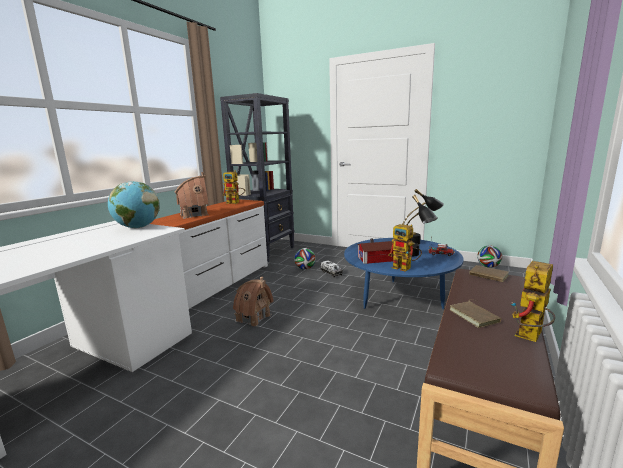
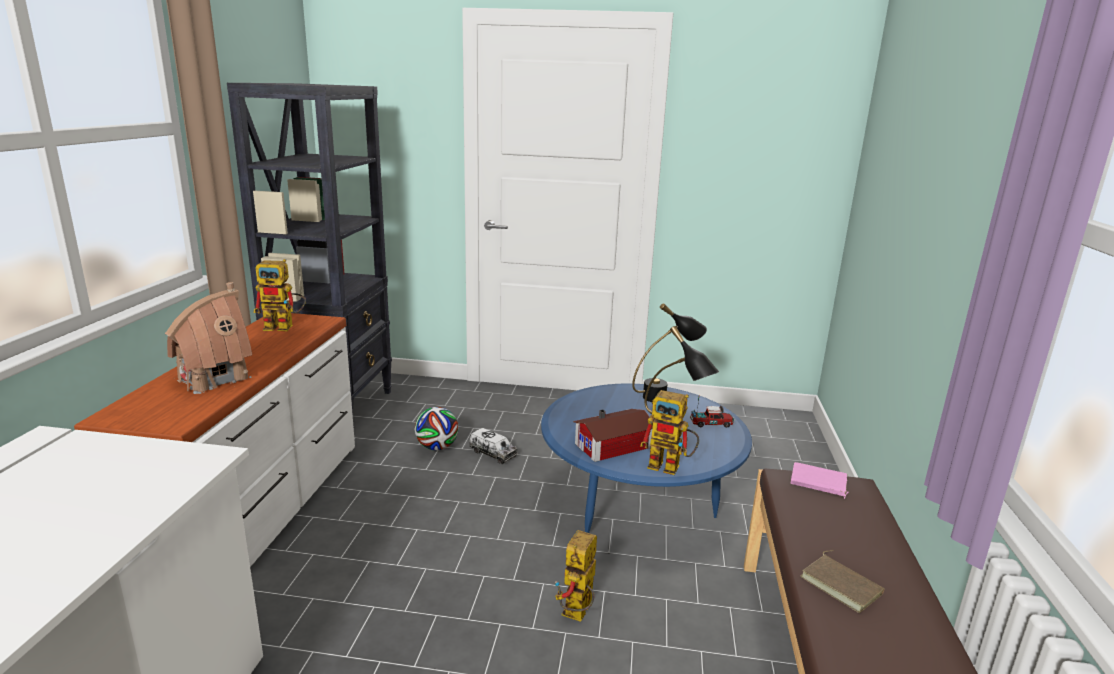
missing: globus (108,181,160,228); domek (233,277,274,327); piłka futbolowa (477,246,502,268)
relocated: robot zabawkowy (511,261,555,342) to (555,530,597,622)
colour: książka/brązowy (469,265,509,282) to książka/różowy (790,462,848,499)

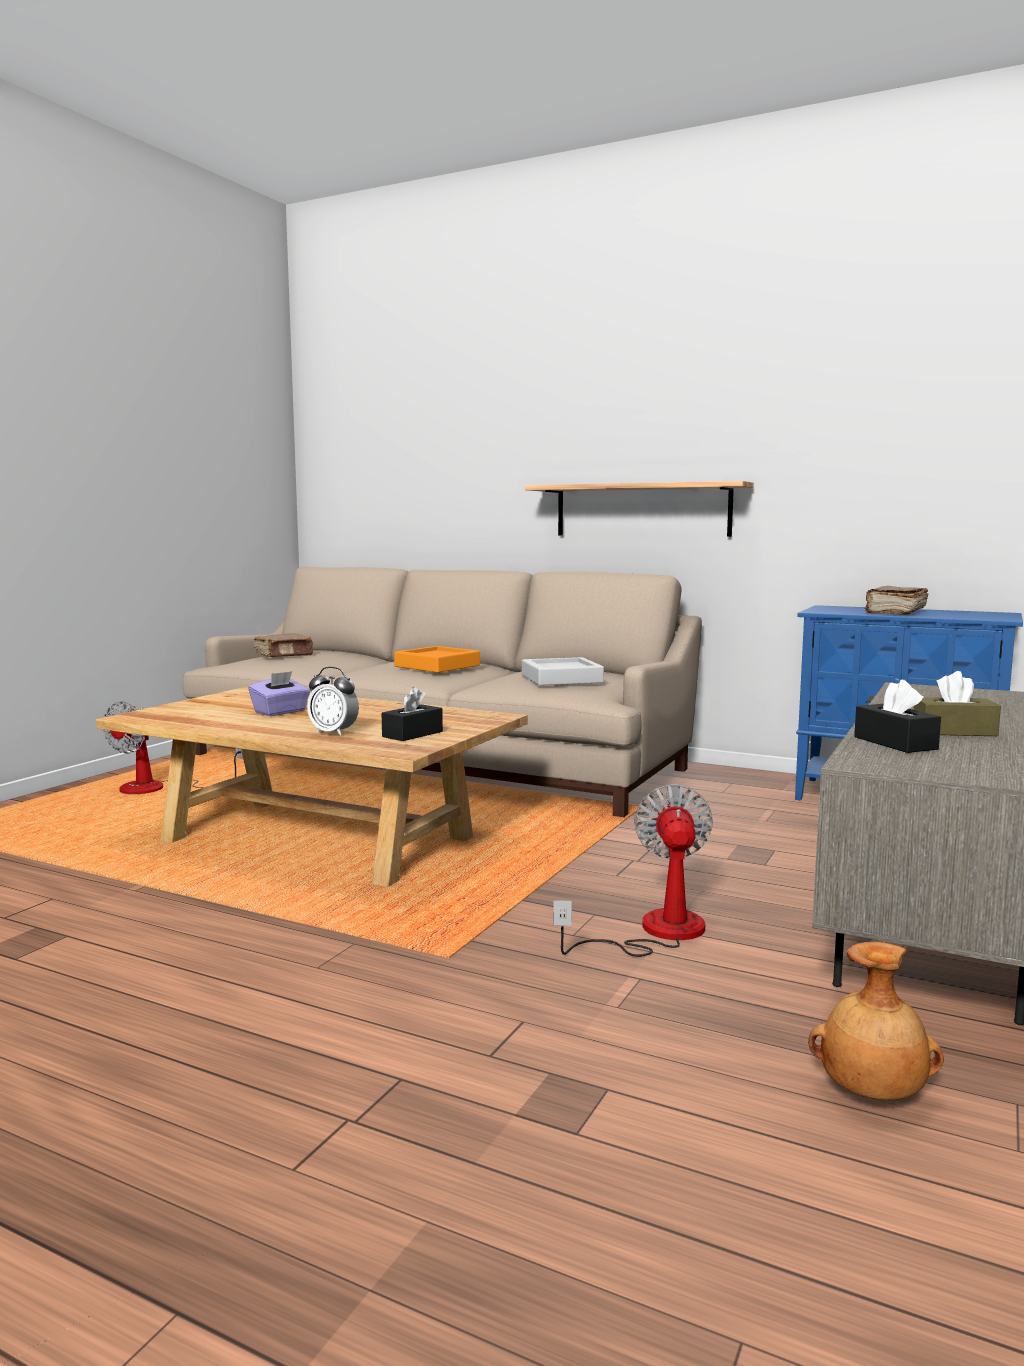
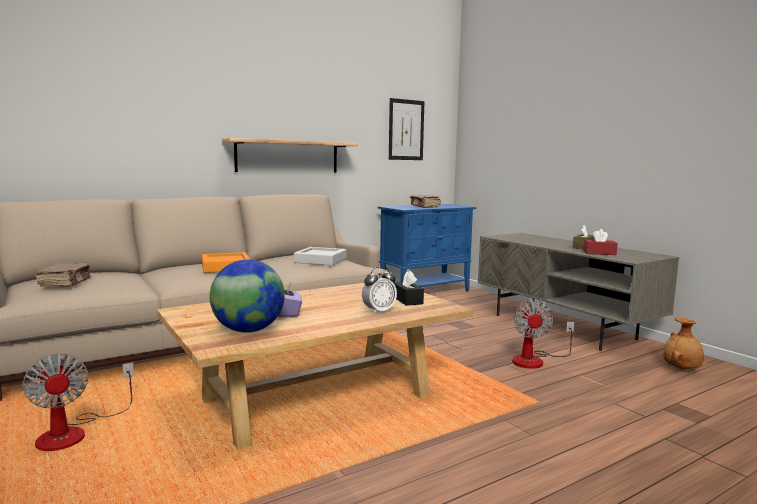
appeared: globus (210,259,285,333); obraz (389,98,424,160)
colour: pudełko chusteczek/czarny (854,680,941,753) to pudełko chusteczek/czerwony (583,229,618,255)
spun: wentylator (553,784,713,957) = (512,300,574,369) 120 degrees counterclockwise

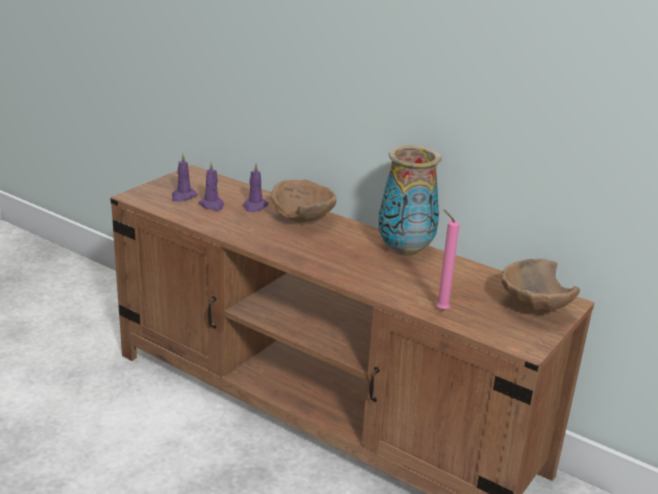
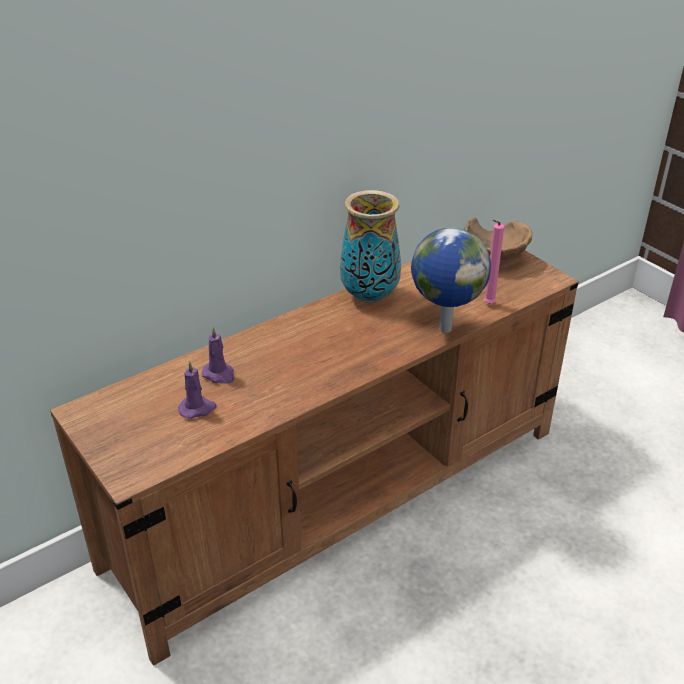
missing: świeca/fioletowy (171,154,197,202); miska/brązowy (271,180,336,223)
appeared: globus (411,227,491,333)

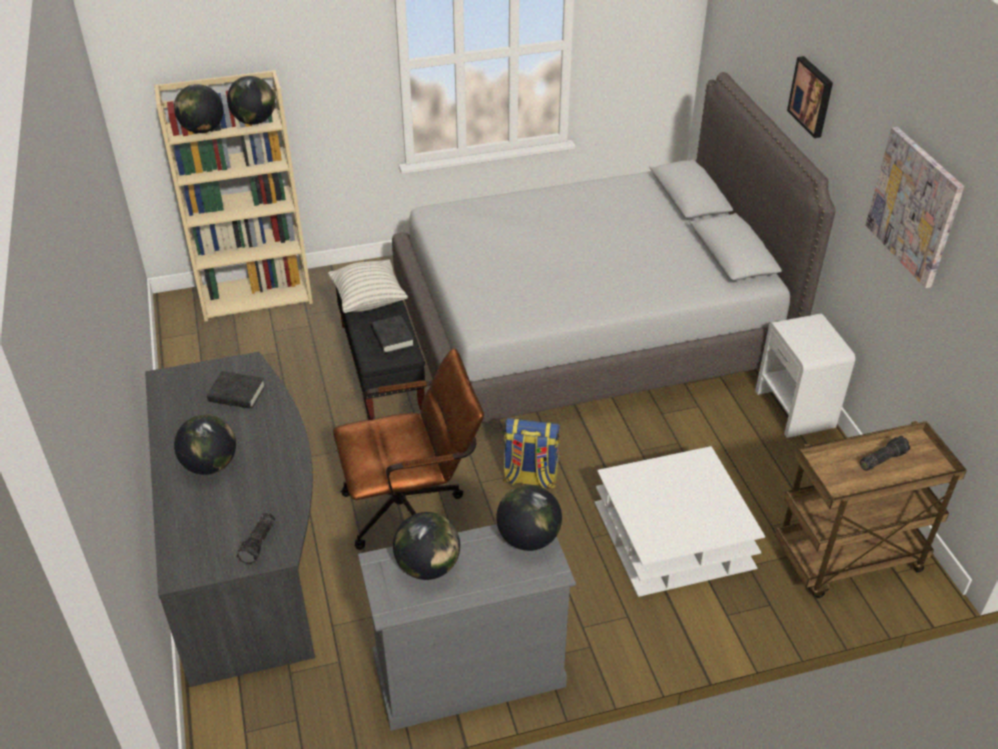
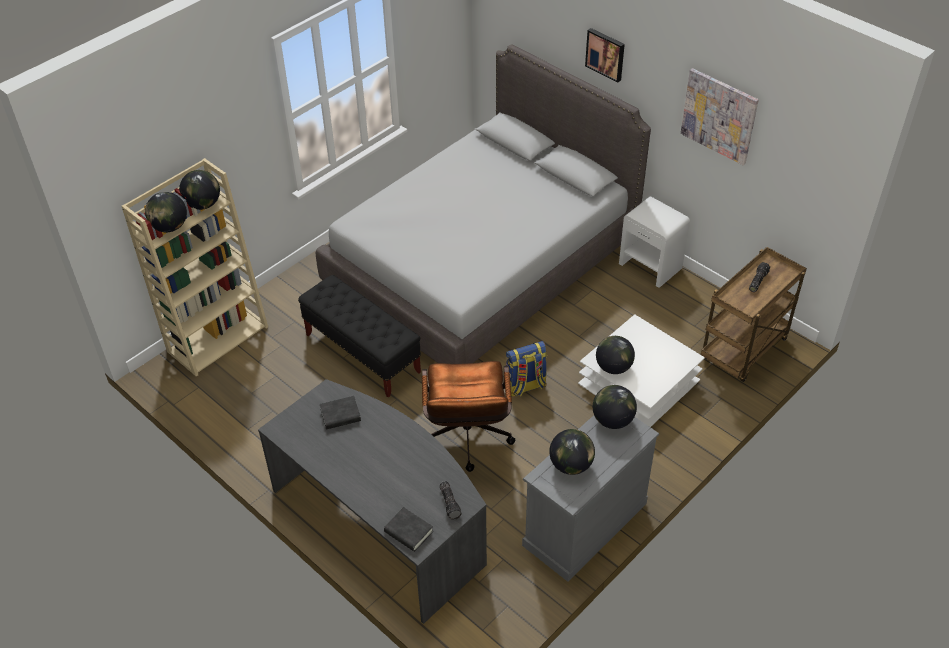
missing: poduszka (328,259,408,313)
relocated: globus (174,415,236,475) to (596,336,635,374); książka/czarny (371,315,414,353) to (384,507,433,552)
spun: krzesło biurowe/brązowy (333,348,484,550) = (422,361,515,472) 135 degrees clockwise

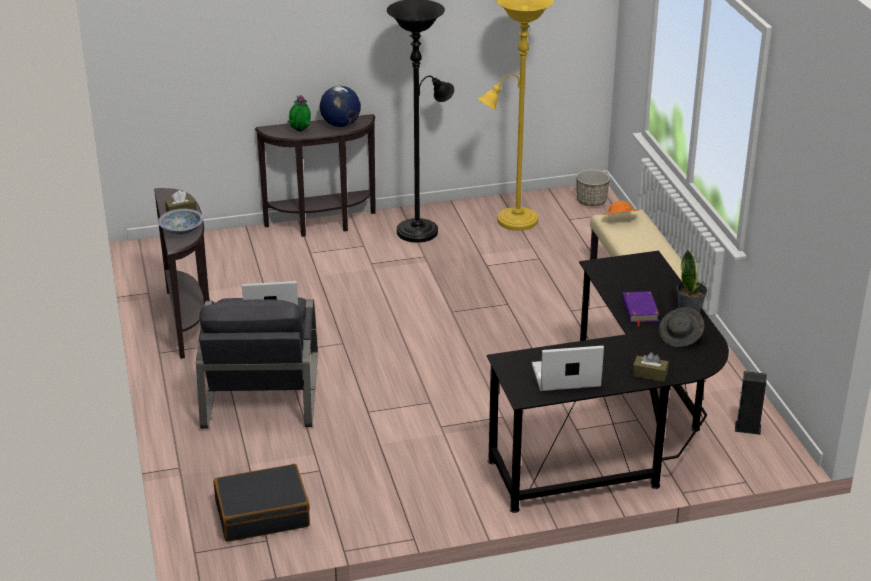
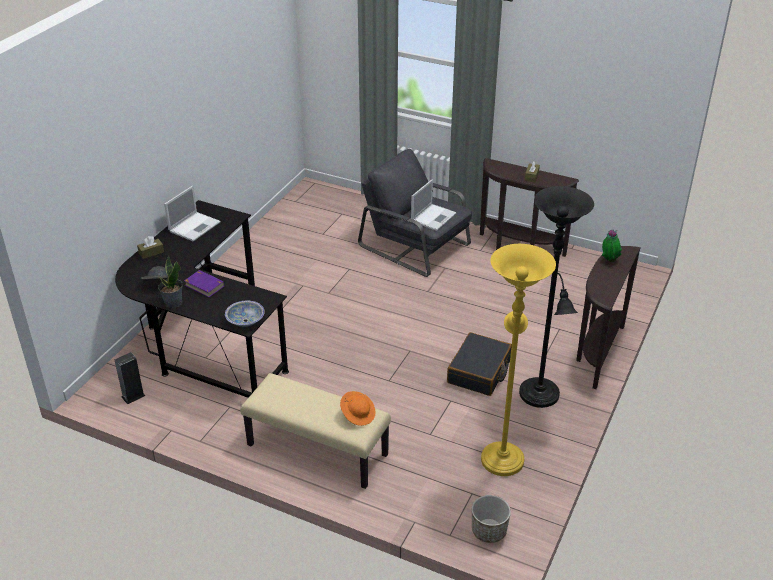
missing: globus (320,86,361,127)
relocated: miska (158,209,203,235) to (225,301,265,327); walizka/czarny (213,464,310,542) to (447,332,512,396)

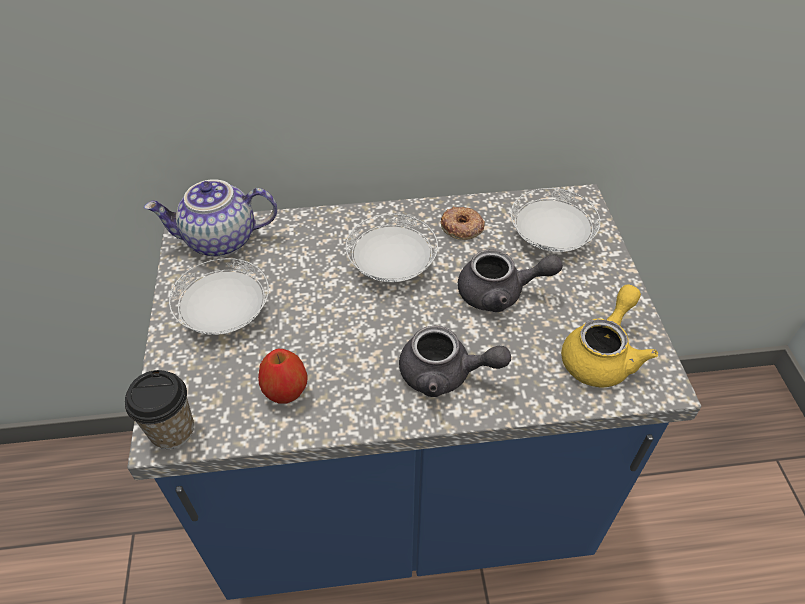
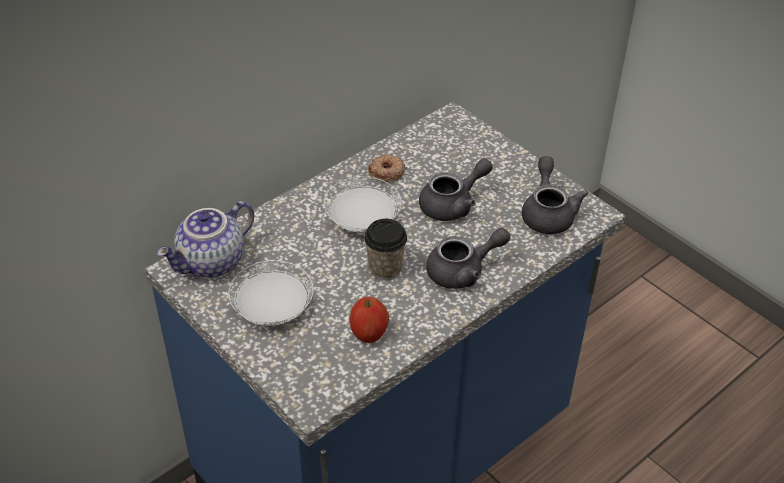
missing: talerz/biały (511,188,600,252)
relocated: filiżanka (125,370,194,449) to (364,219,407,280)
colour: imbryk/żółty (561,284,658,387) to imbryk/szary (522,156,588,234)

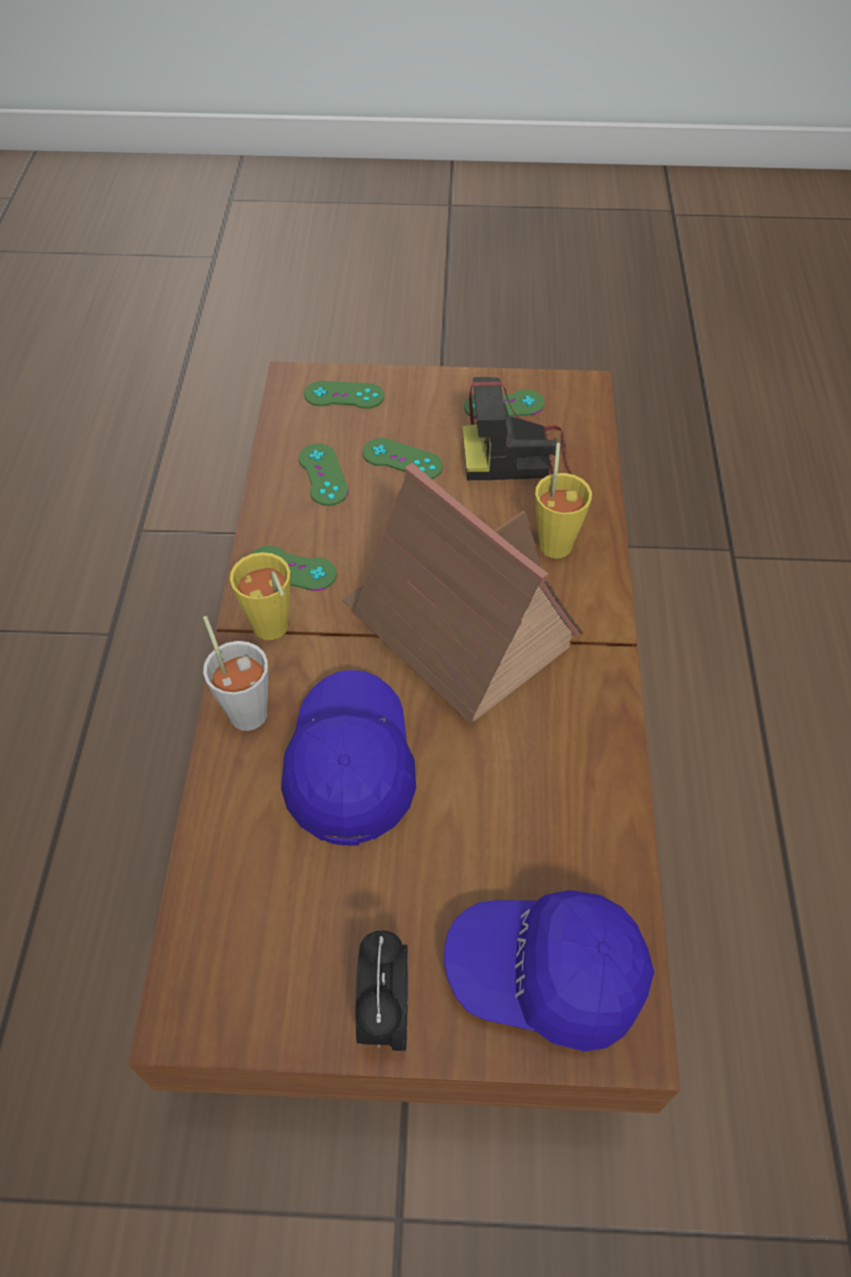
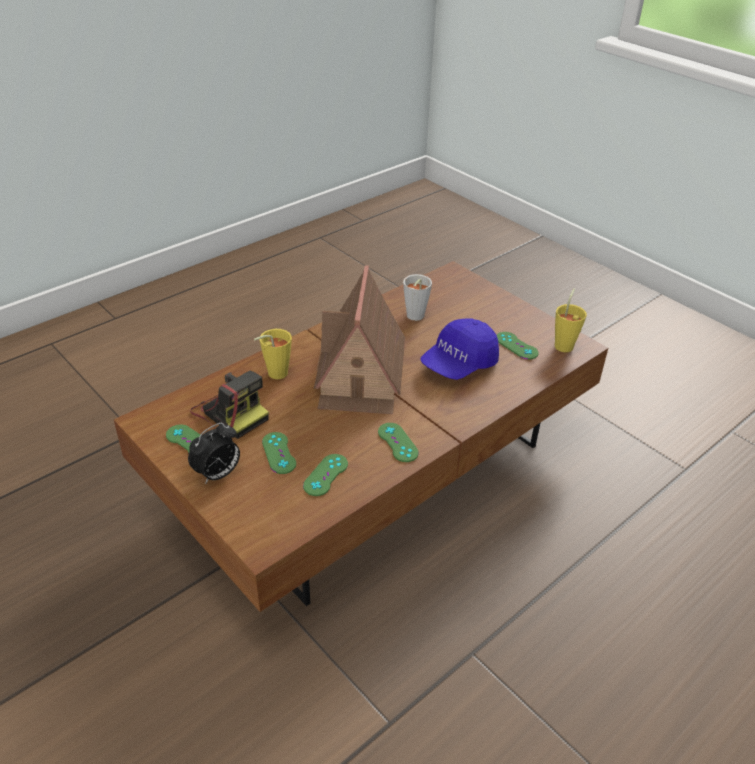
missing: czapka z daszkiem/niebieski (444,890,654,1052)
relocated: filiżanka/szary (203,616,268,731) to (403,274,432,321); filiżanka/żółty (230,552,291,640) to (555,289,587,352); pad do gier/zielony (304,381,384,409) to (497,332,539,359); budzik (356,930,408,1051) to (188,423,240,484)

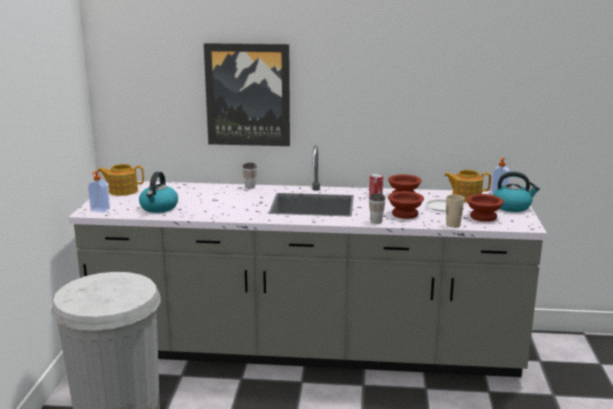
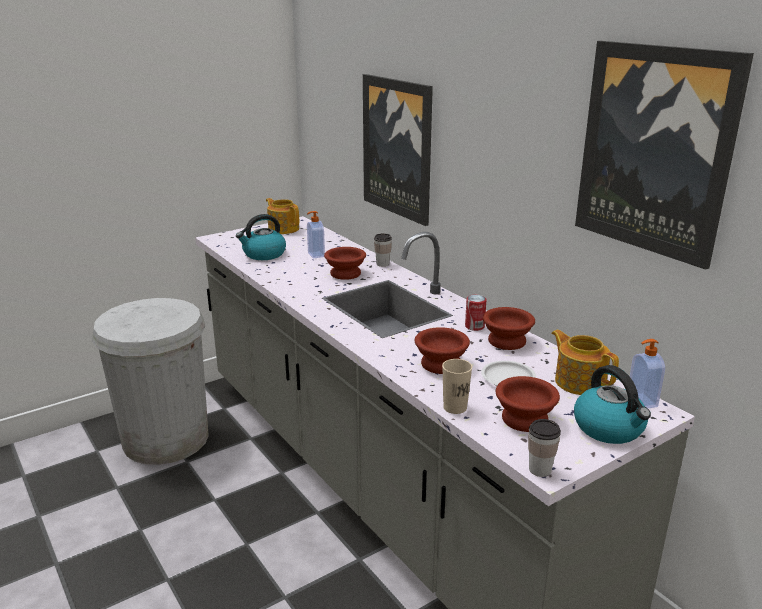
appeared: miska/brązowy (324,247,366,280); obraz (575,41,754,270)
relocated: dozownik mydła (88,171,110,213) to (307,211,325,259); filiżanka (369,194,385,224) to (528,419,561,477)

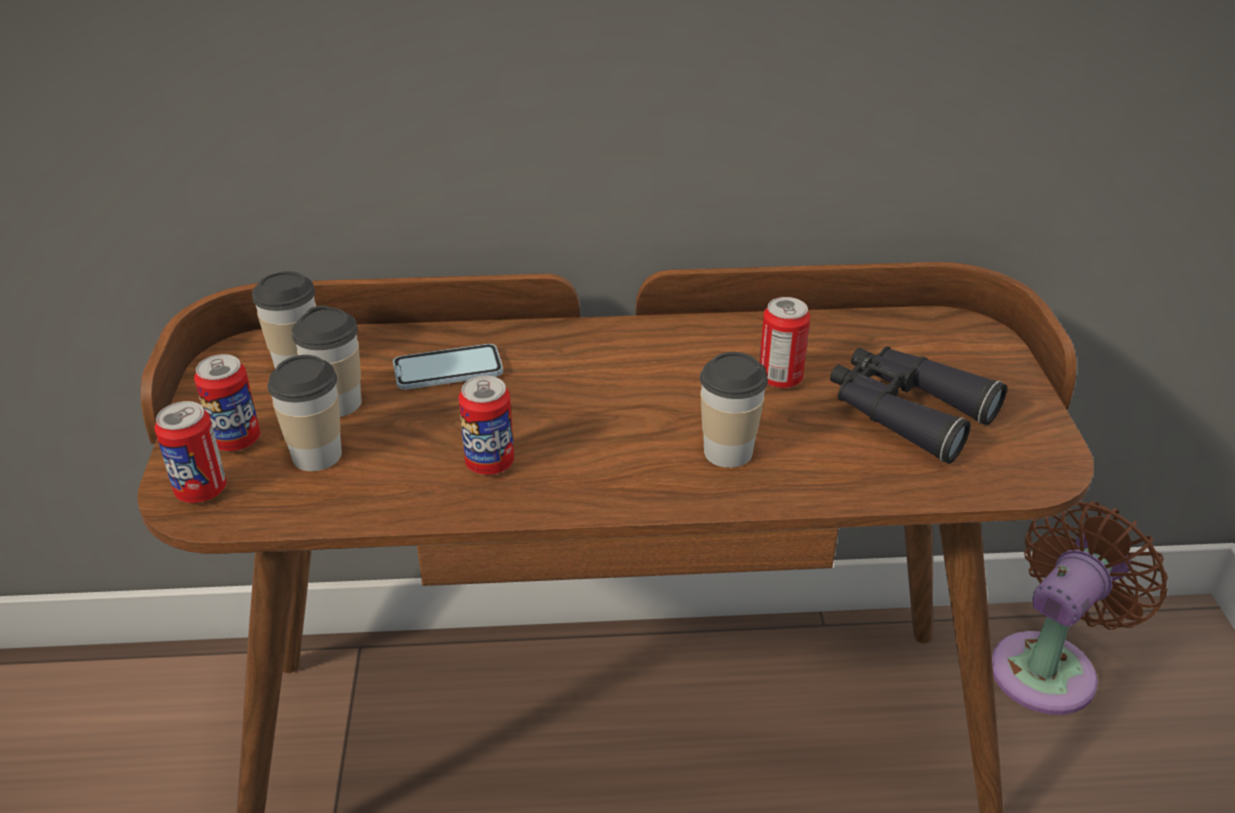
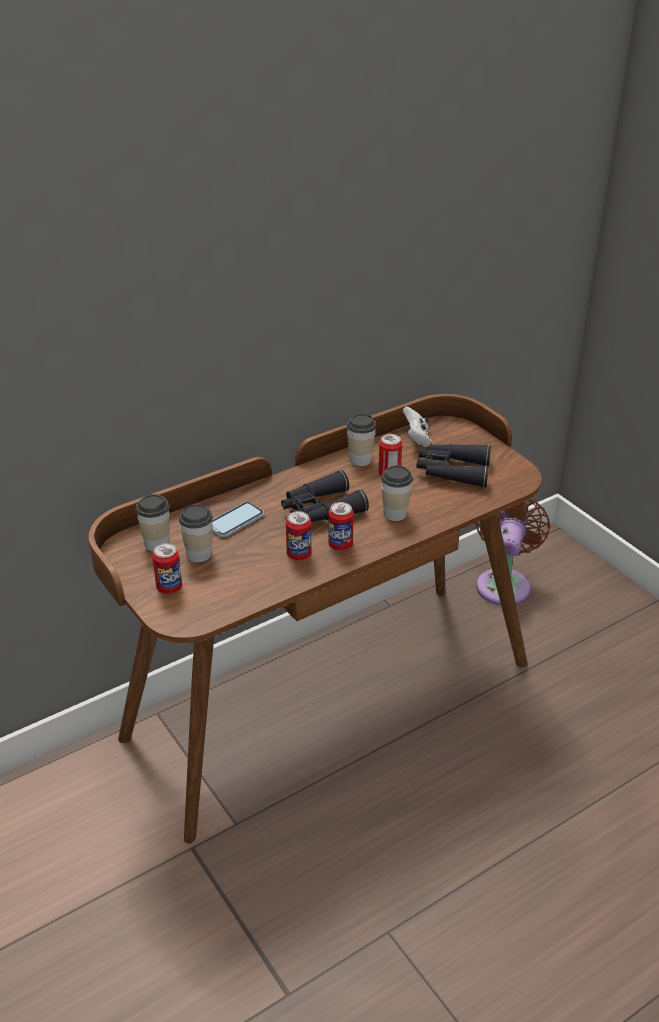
appeared: lornetka/czarny (281,470,369,522); pad do gier/biały (403,407,432,447)
relocated: puszka (155,401,227,503) to (329,502,354,551); filiżanka (267,355,342,471) to (346,414,376,466)

